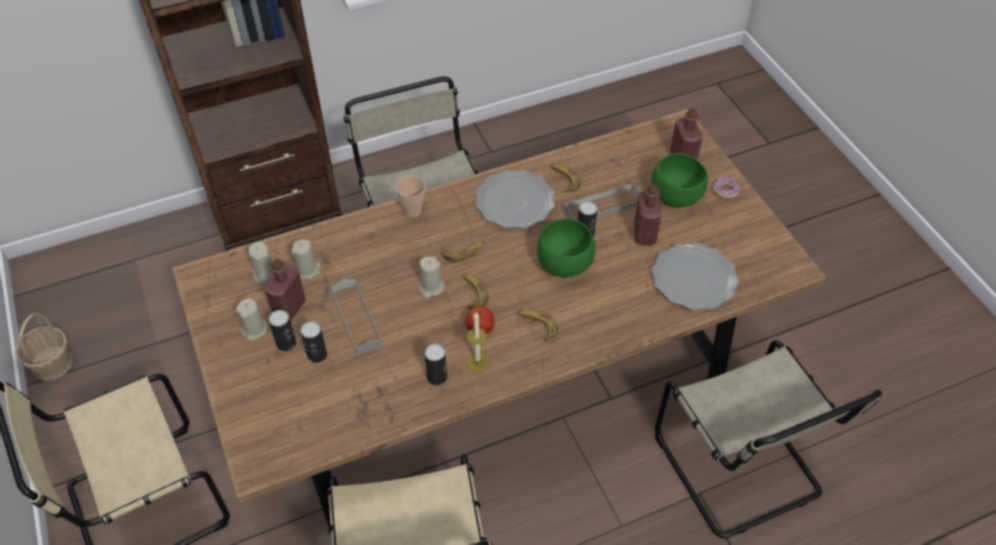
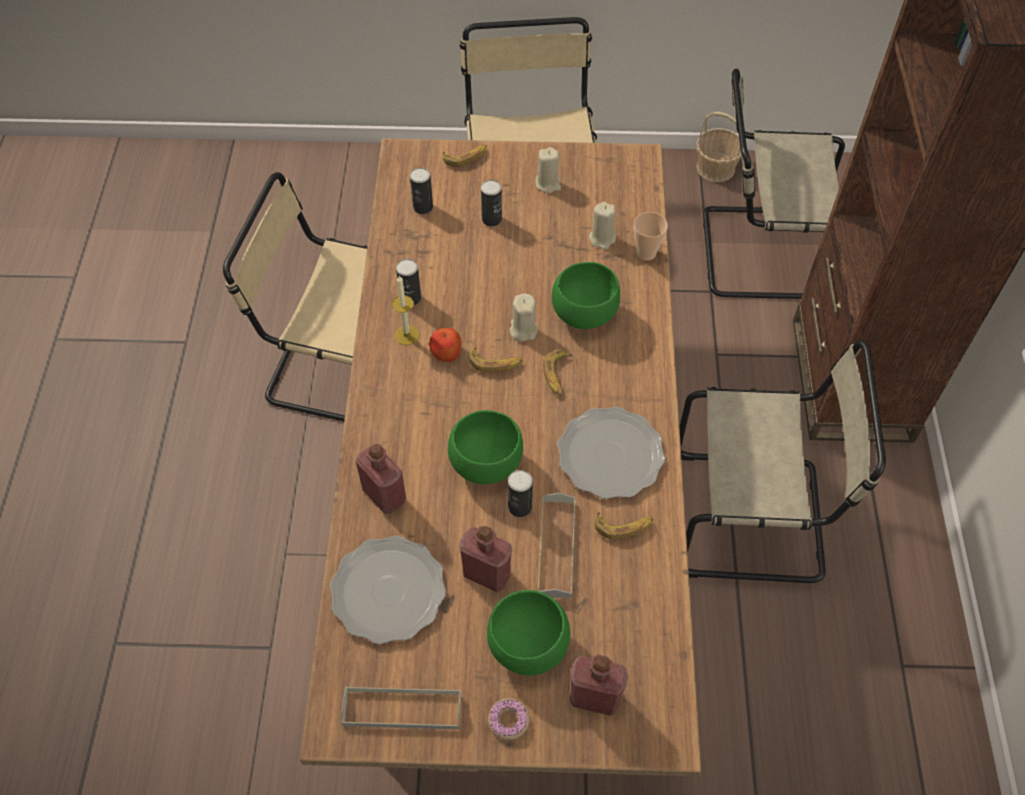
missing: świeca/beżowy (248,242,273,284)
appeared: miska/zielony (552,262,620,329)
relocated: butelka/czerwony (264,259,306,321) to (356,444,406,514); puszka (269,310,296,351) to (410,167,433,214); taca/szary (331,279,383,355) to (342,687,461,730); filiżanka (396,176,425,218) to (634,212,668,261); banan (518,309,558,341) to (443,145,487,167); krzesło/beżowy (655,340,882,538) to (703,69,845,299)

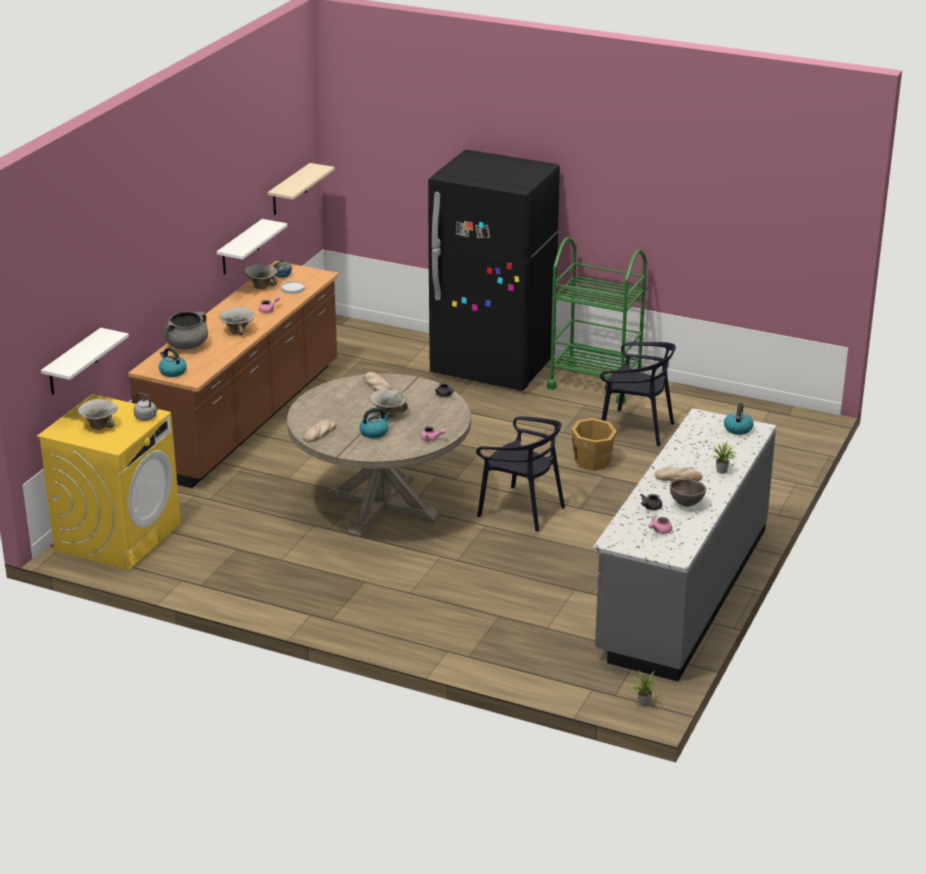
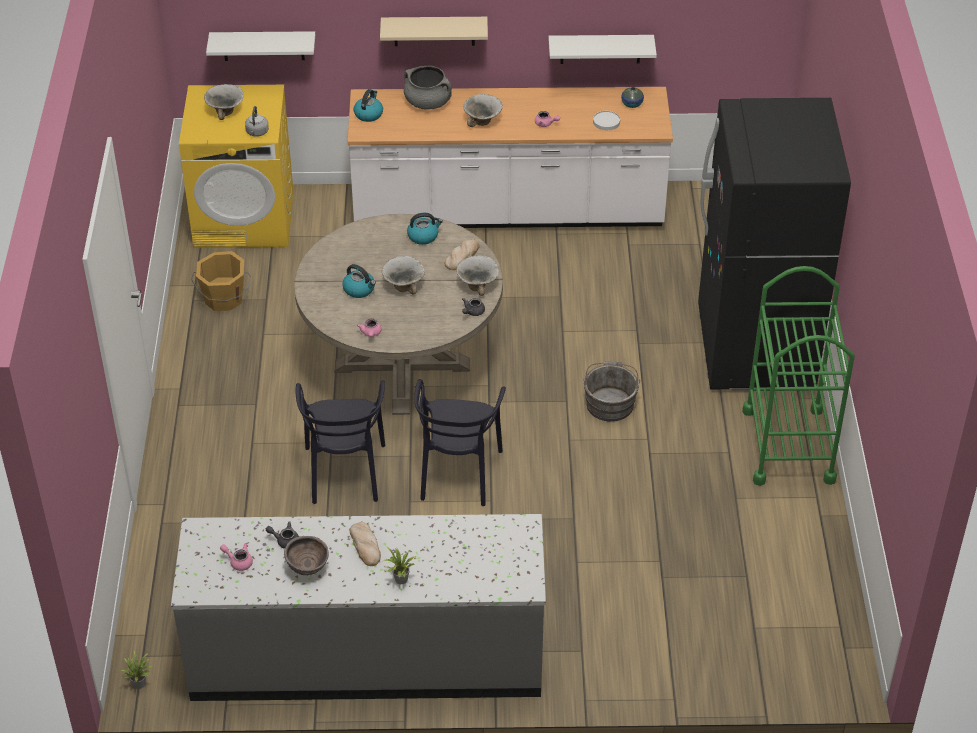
missing: chleb (303,419,336,442)
appeared: wiadro/szary (583,361,640,422)
relocated: miska (244,264,278,289) to (456,255,499,296); półka/beżowy (268,163,335,215) to (380,17,488,46); wiadro/pomarańczowy (571,418,617,471) to (191,251,251,311); krzesło/czarny (600,342,676,446) to (296,380,385,504); czajnik (724,403,753,435) to (407,213,443,245)
colour: zabudowa kuchenna/brązowy (128,261,339,488) to zabudowa kuchenna/biały (348,87,673,228)

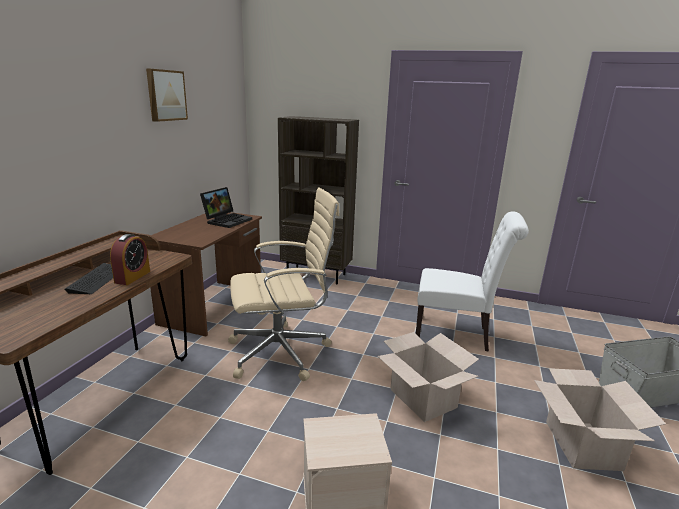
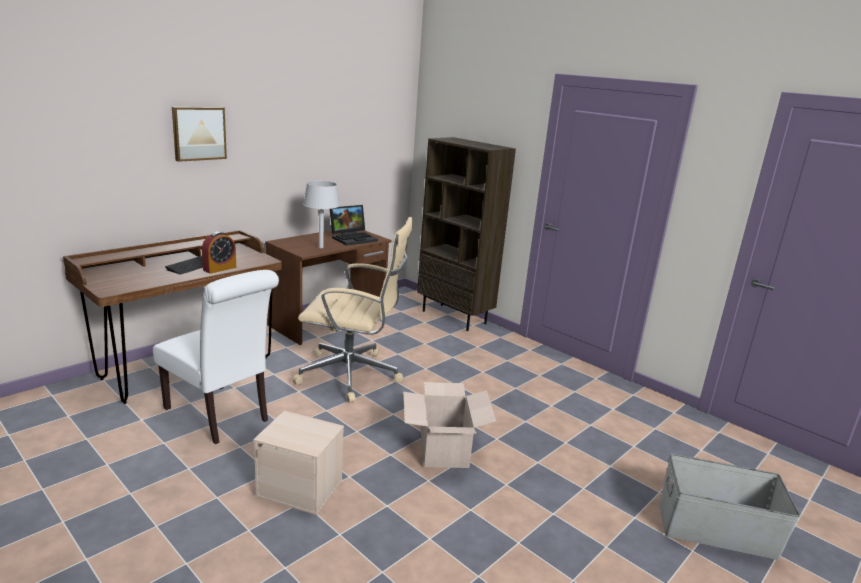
missing: karton (534,368,666,471)
appeared: lampa stołowa/szary (303,181,340,248)
relocated: obraz (146,69,188,122) to (172,107,227,162); krzesło/biały (416,211,529,352) to (153,270,279,444)

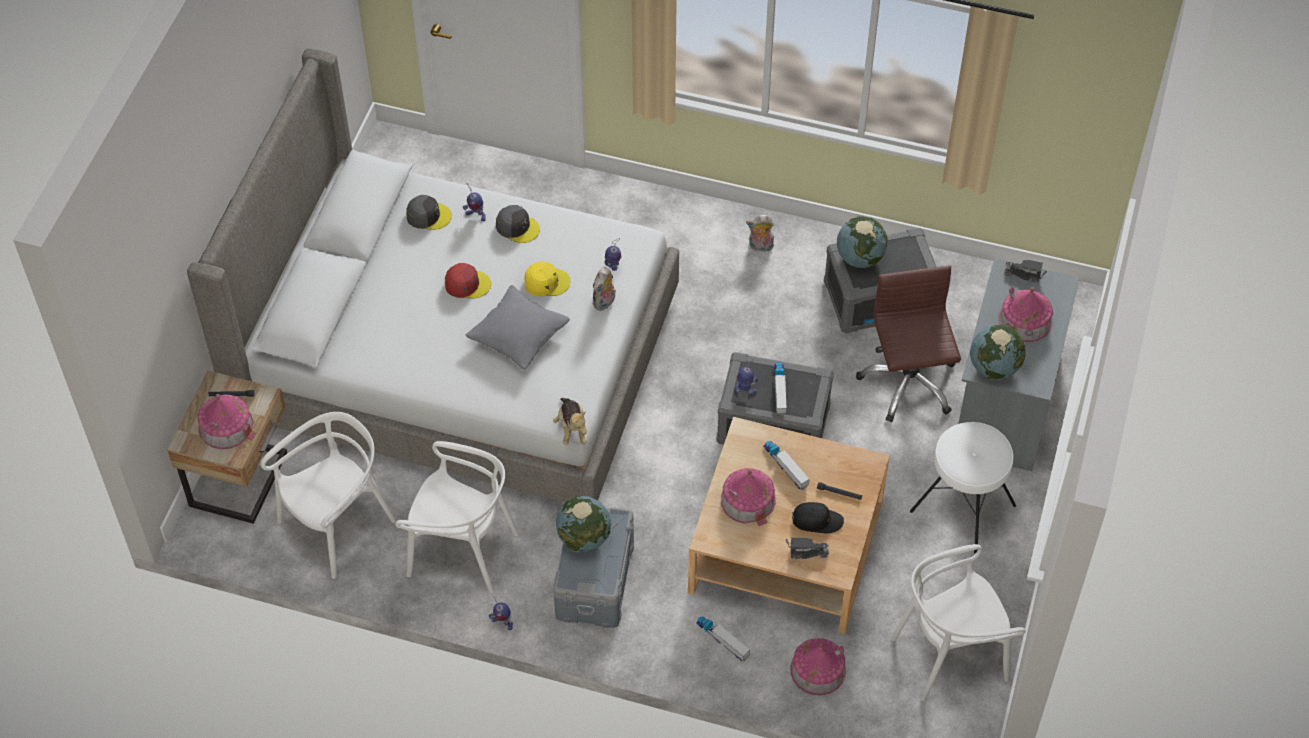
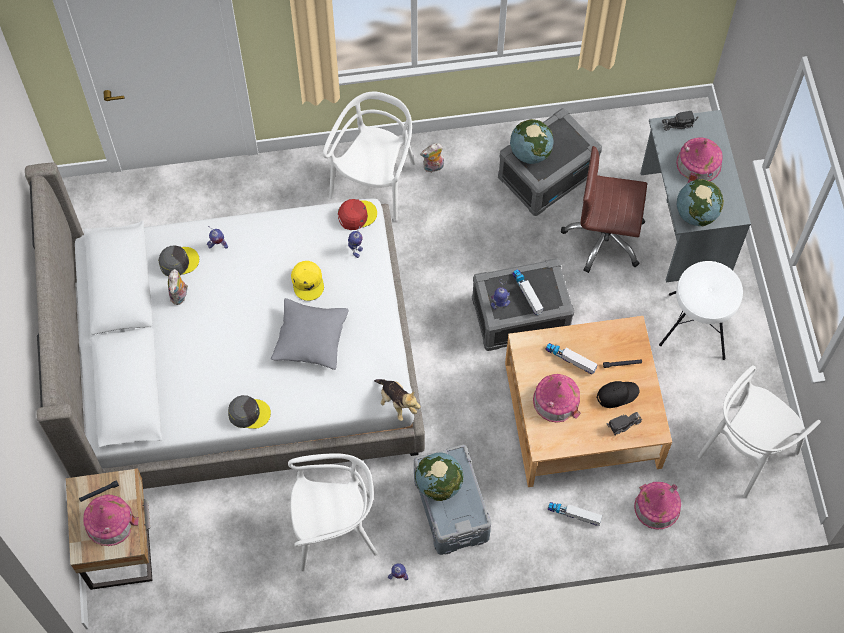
relocated: krzesło/biały (260,412,396,579) to (323,92,415,221); czapka z daszkiem/czerwony (445,263,491,299) to (338,199,377,230); czapka z daszkiem/szary (496,205,540,243) to (228,395,271,429); pluszak (593,266,616,311) to (168,269,188,305)
spun: czapka z daszkiem/żółty (525,261,570,296) = (291,261,324,301) 105 degrees clockwise; krzesło biurowe/brązowy (856,266,961,422) = (561,146,647,273) 45 degrees counterclockwise

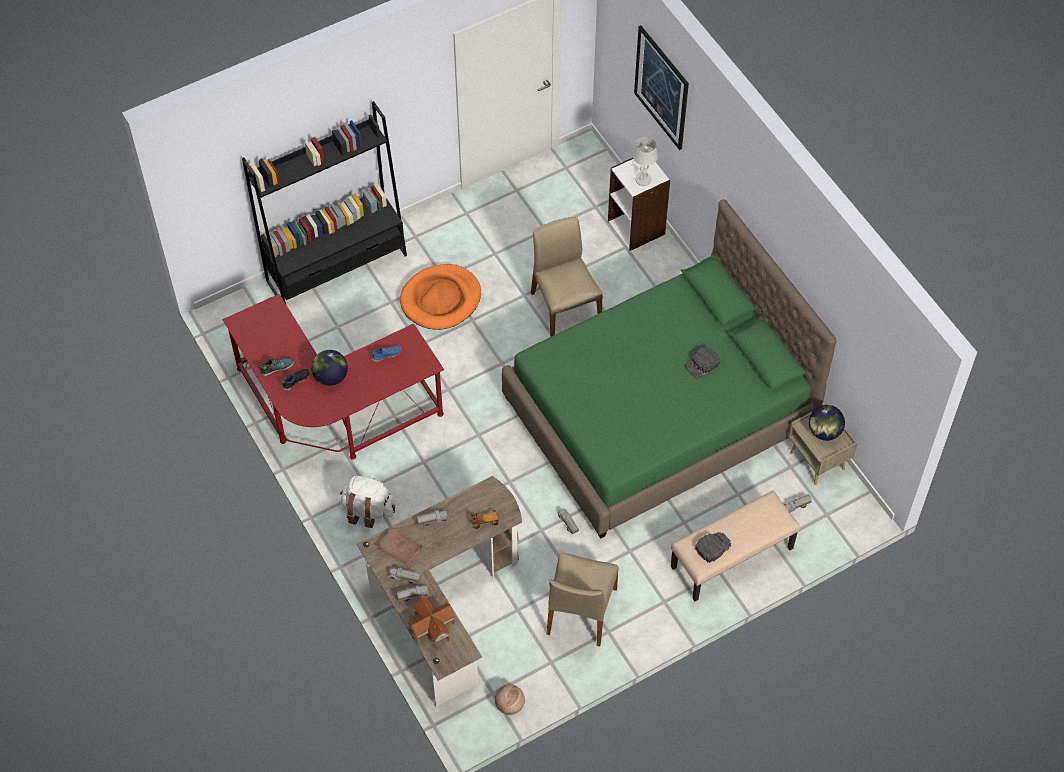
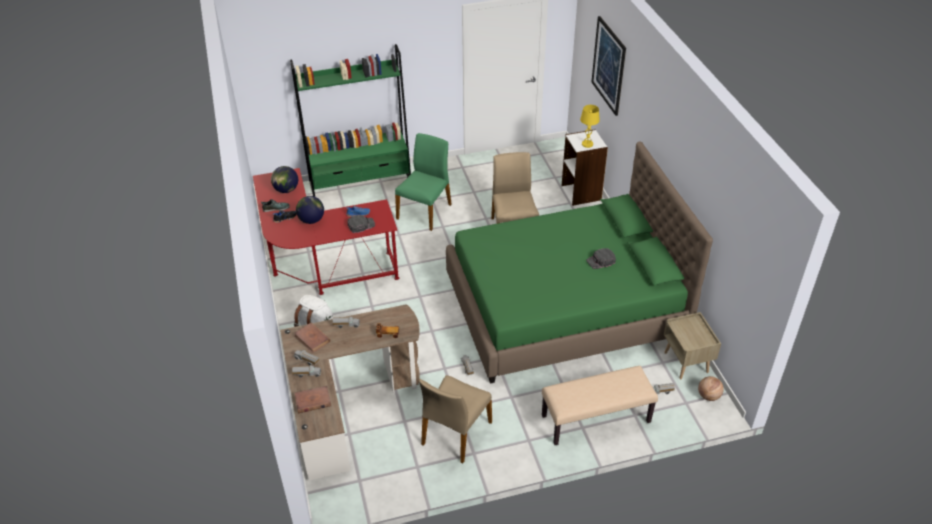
relocated: piłka do koszykówki (495,684,525,715) to (698,376,724,401); czapka z daszkiem/czarny (695,532,731,563) to (348,215,375,233); globus (809,405,845,441) to (271,166,298,193)
exchanged: legowisko/pomarańczowy (400,264,481,330) to krzesło/zielony (395,133,452,231); domek (407,598,455,648) to książka/brązowy (294,386,331,413)
colour: regał/czarny (242,101,407,304) to regał/zielony (290,44,411,197); lampa stołowa/biały (633,137,658,186) to lampa stołowa/żółty (580,105,600,148)

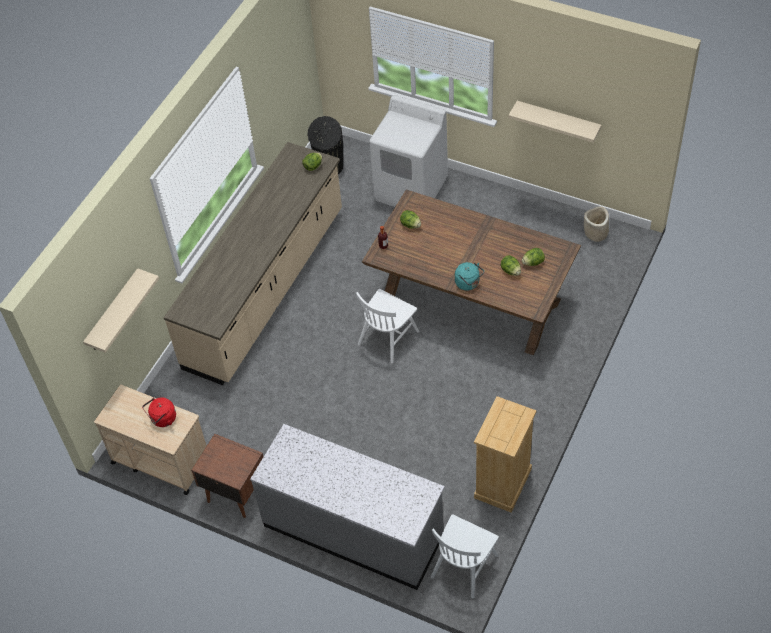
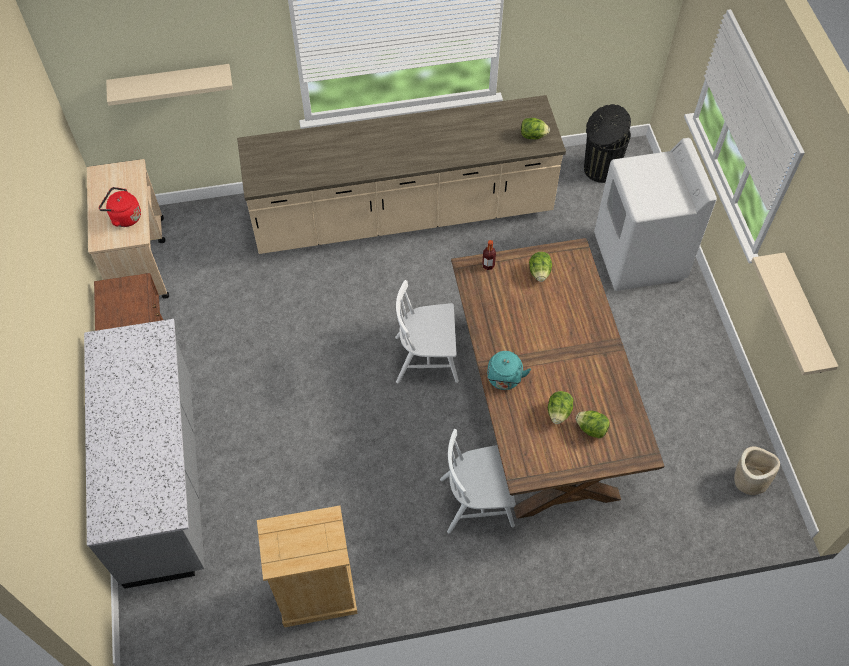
relocated: krzesło/biały (431,514,499,598) to (440,429,515,534)

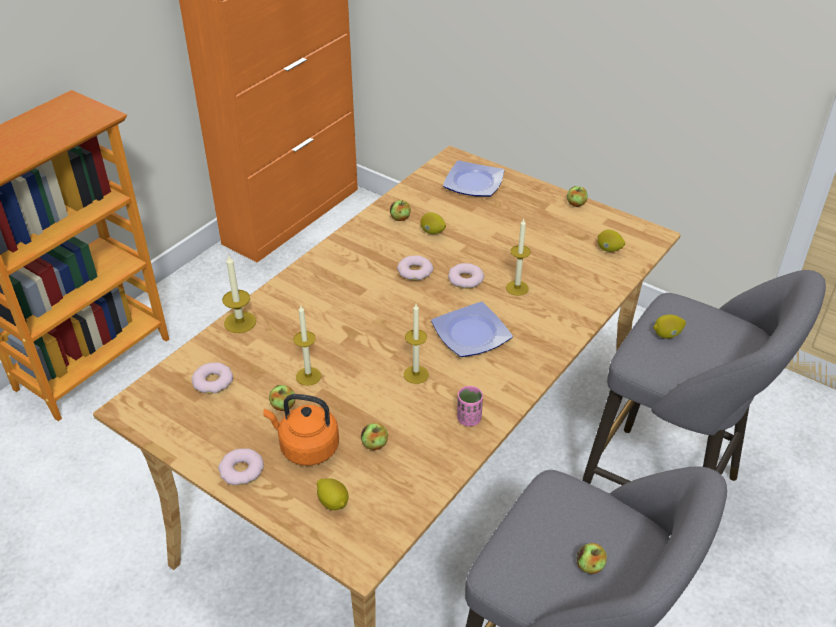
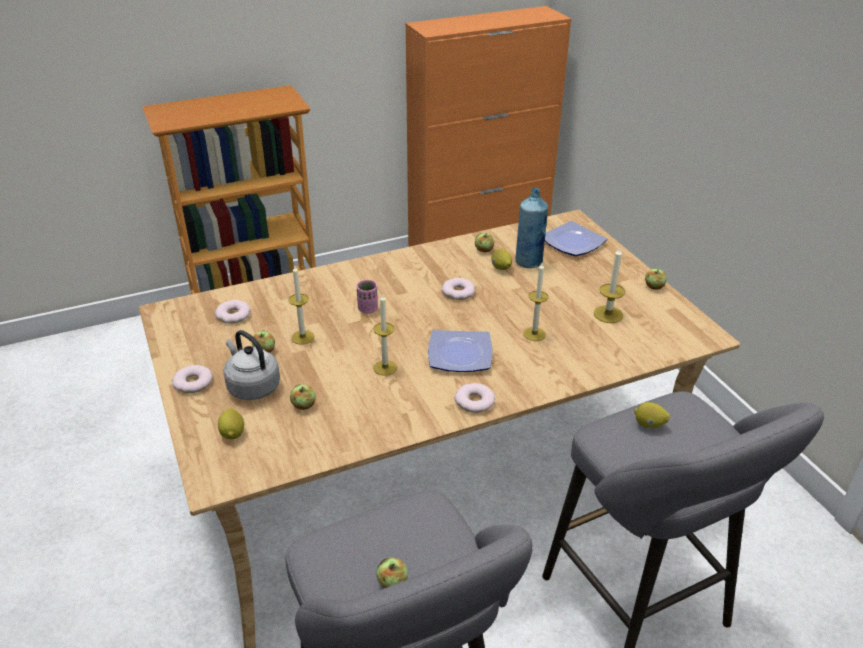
missing: cytryna (598,230,625,252)
appeared: butelka/niebieski (516,188,548,268)
relocated: świeca (222,254,256,333) to (594,248,625,323); donut (448,263,484,289) to (454,383,495,413); filiżanka/różowy (457,386,483,426) to (357,280,378,314)
colour: czajnik/pomarańczowy (263,394,339,466) to czajnik/szary (223,330,280,400)

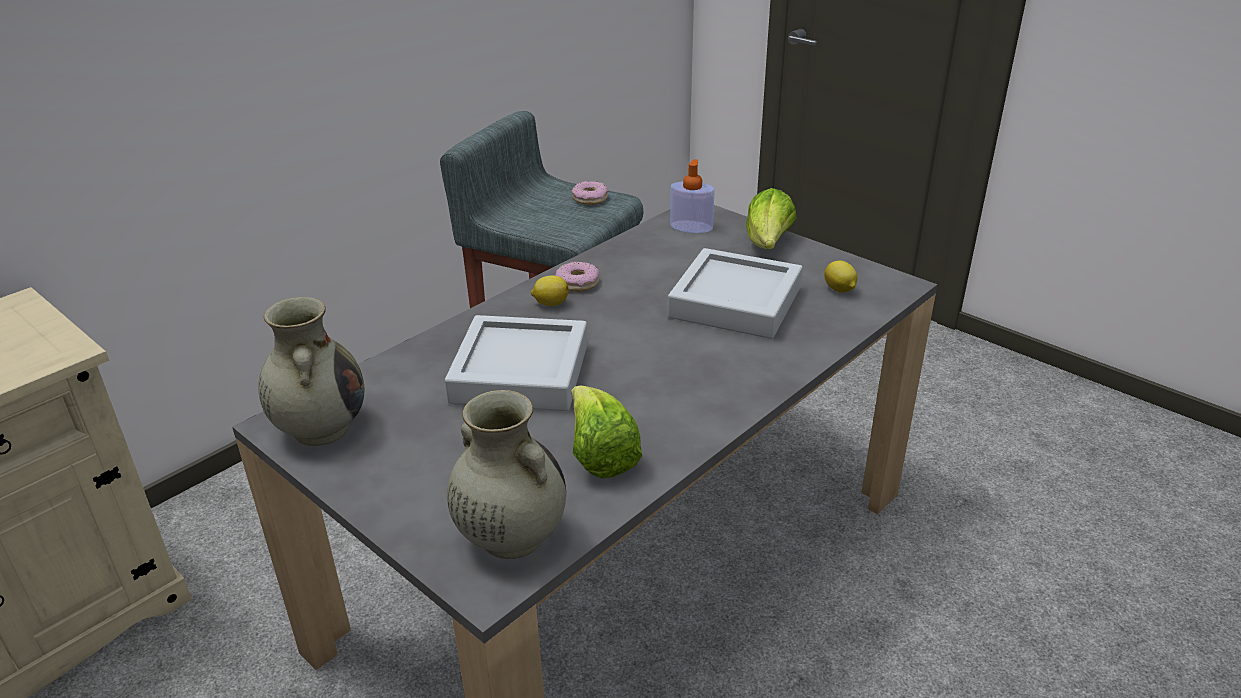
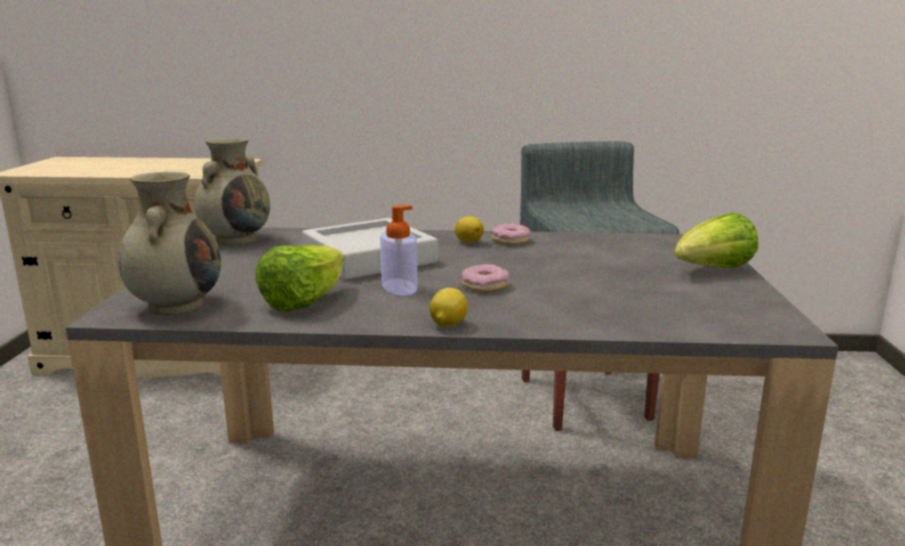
missing: taca/szary (668,248,803,339)
relocated: donut (572,181,608,205) to (461,264,509,293); dozownik mydła (670,159,715,233) to (380,205,418,296); cytryna (824,261,857,293) to (429,288,468,327)

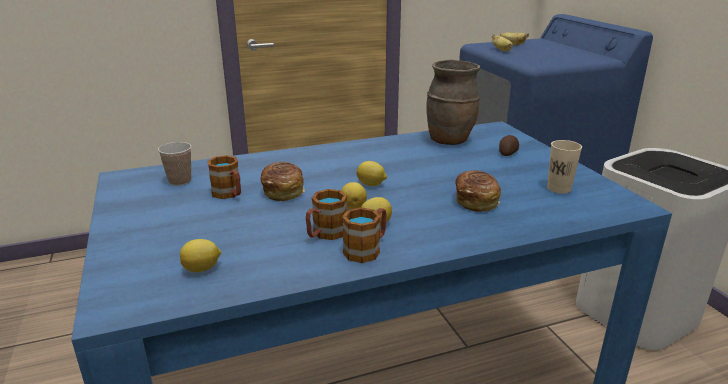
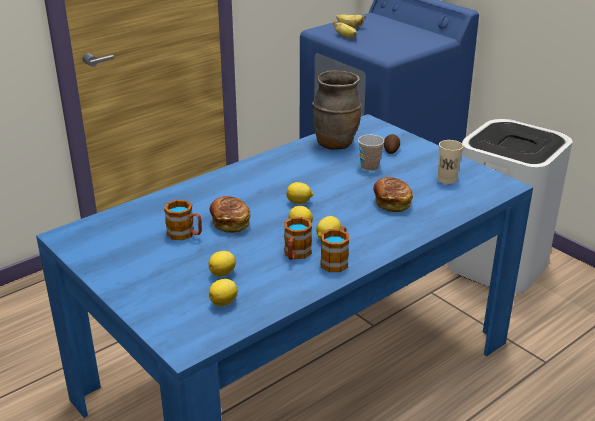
appeared: cytryna (208,251,236,277)
relocated: filiżanka (158,142,192,186) to (358,135,384,171)

